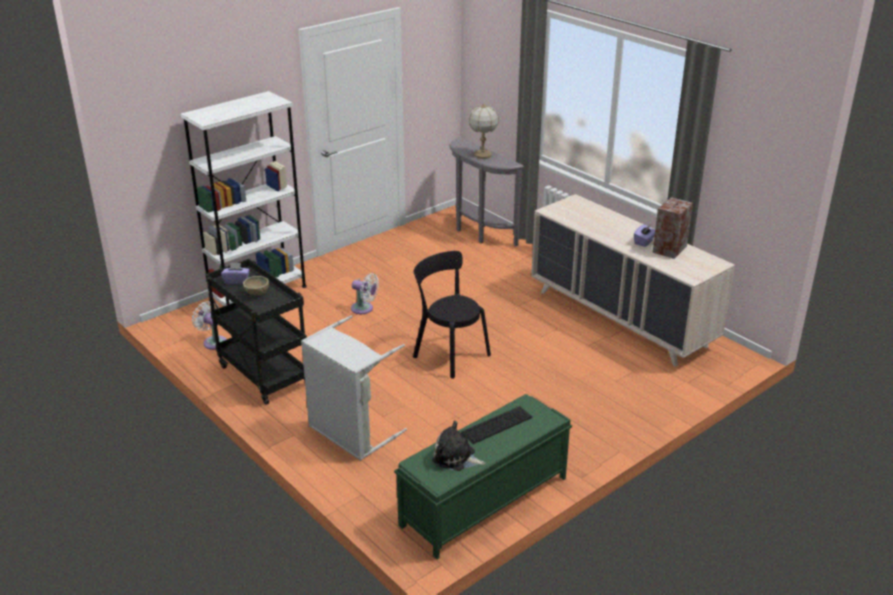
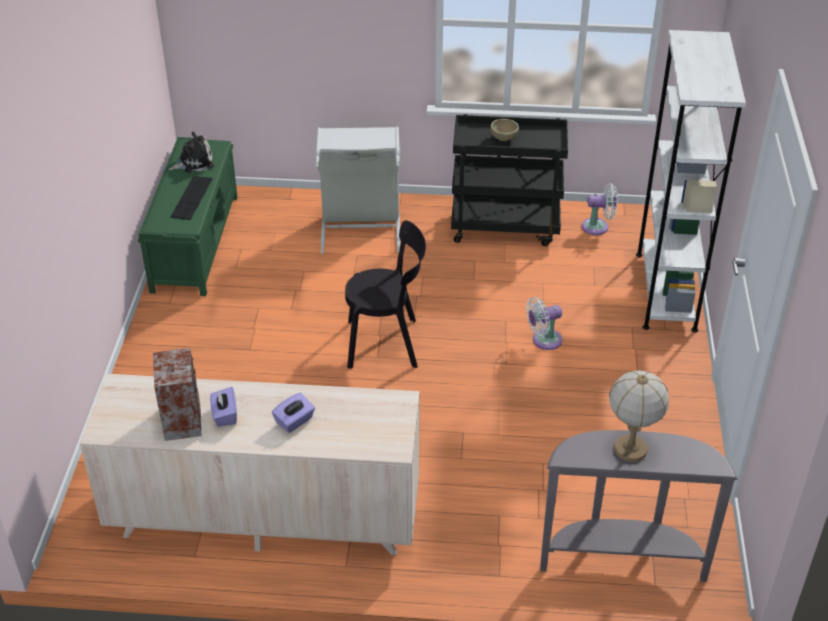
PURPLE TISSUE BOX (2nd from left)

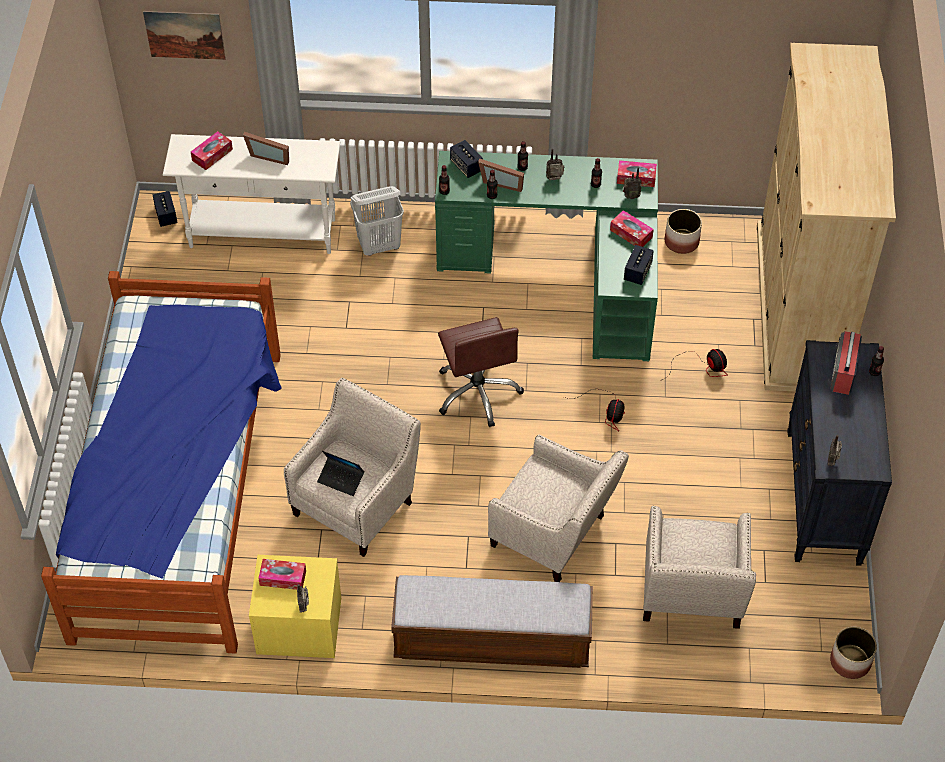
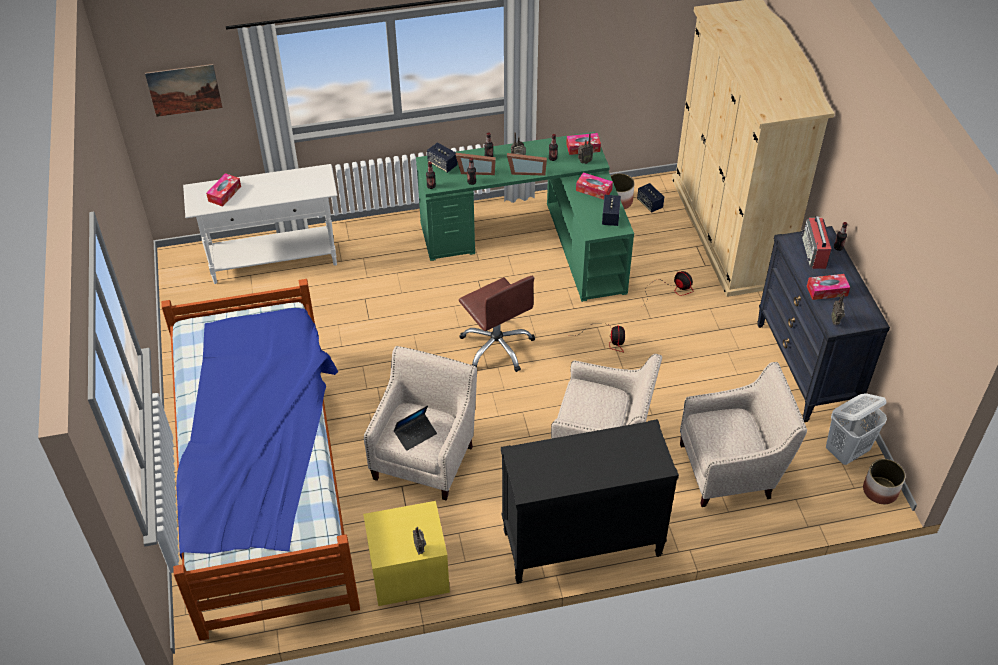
SPEAKER (3rd from left); PICTURE FRAME (2nd from left); TISSUE BOX (4th from left); WHITE LAUNDRY BASKET; BLACK DRESSER (1st from left); LAPTOP; BEIGE ARMCHAIR (3rd from left)

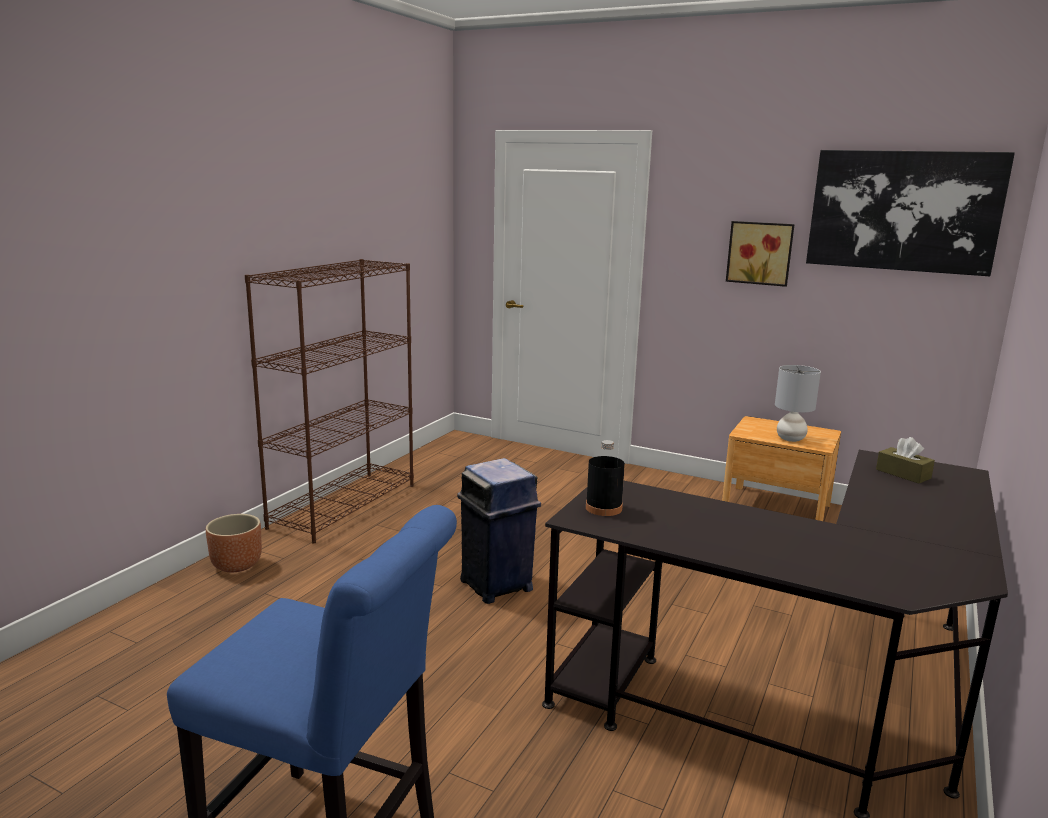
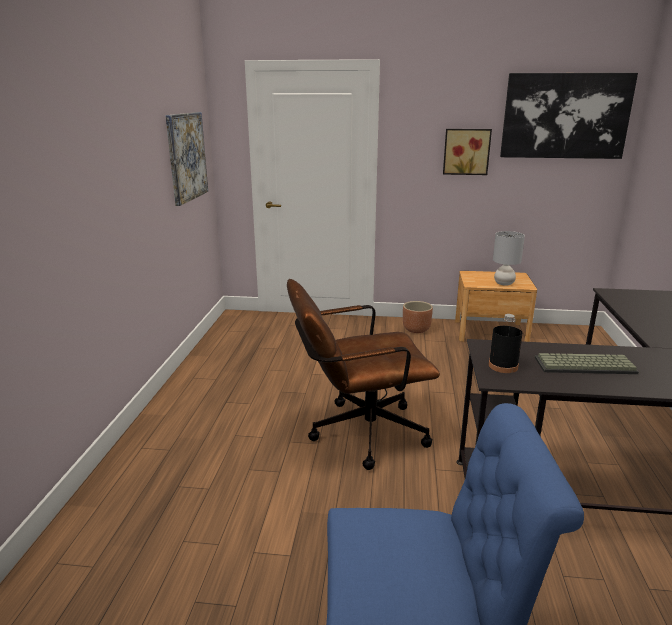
BROWN BOOKCASE; BROWN TISSUE BOX; PICTURE (1st from left); KEYBOARD; BROWN PLANTER; BROWN OFFICE CHAIR

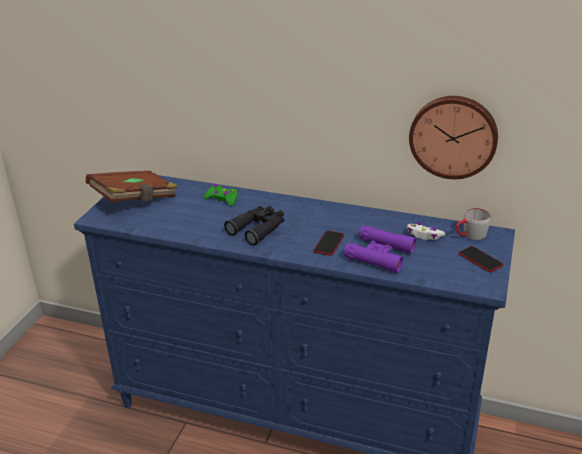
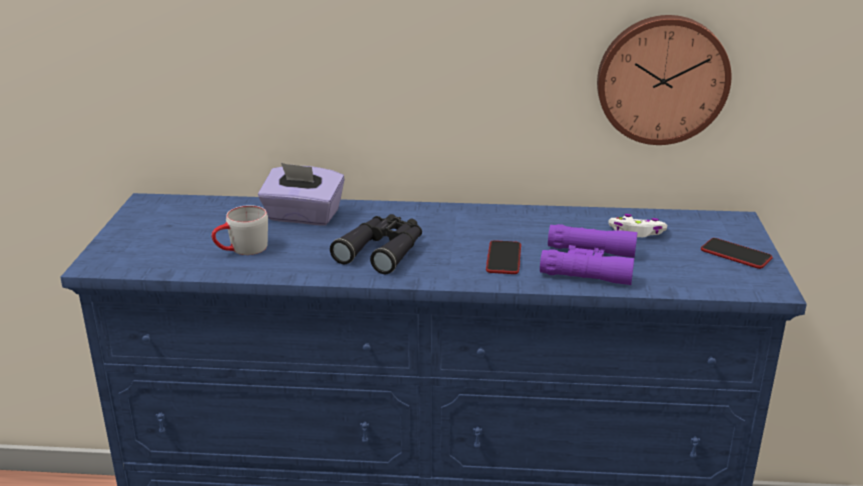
BROWN BOOK; GREY MUG; PURPLE TISSUE BOX

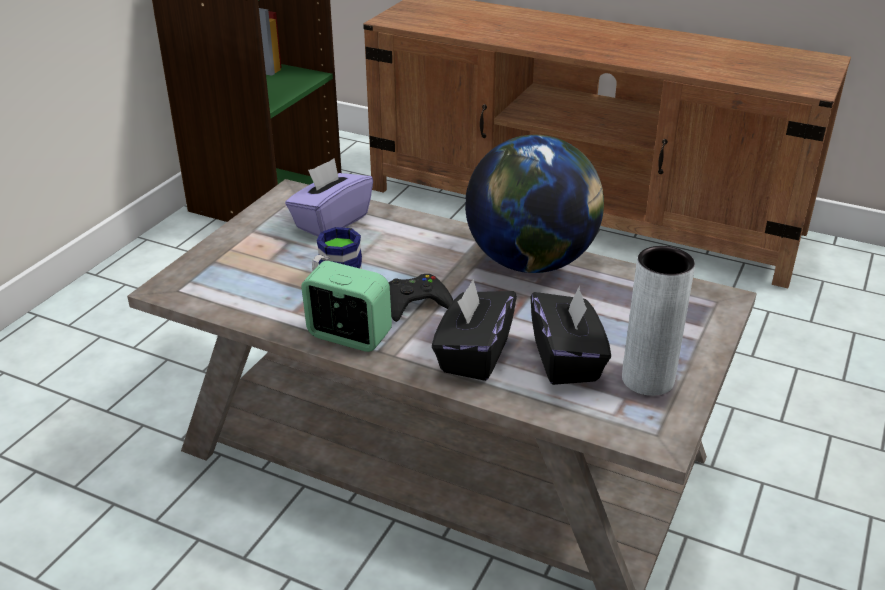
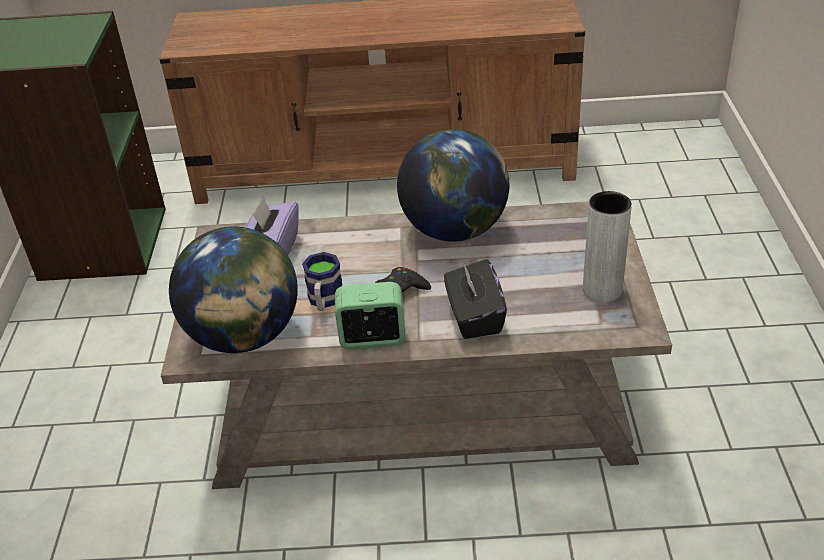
BLACK TISSUE BOX (2nd from left in the first image); GLOBE (1st from left)

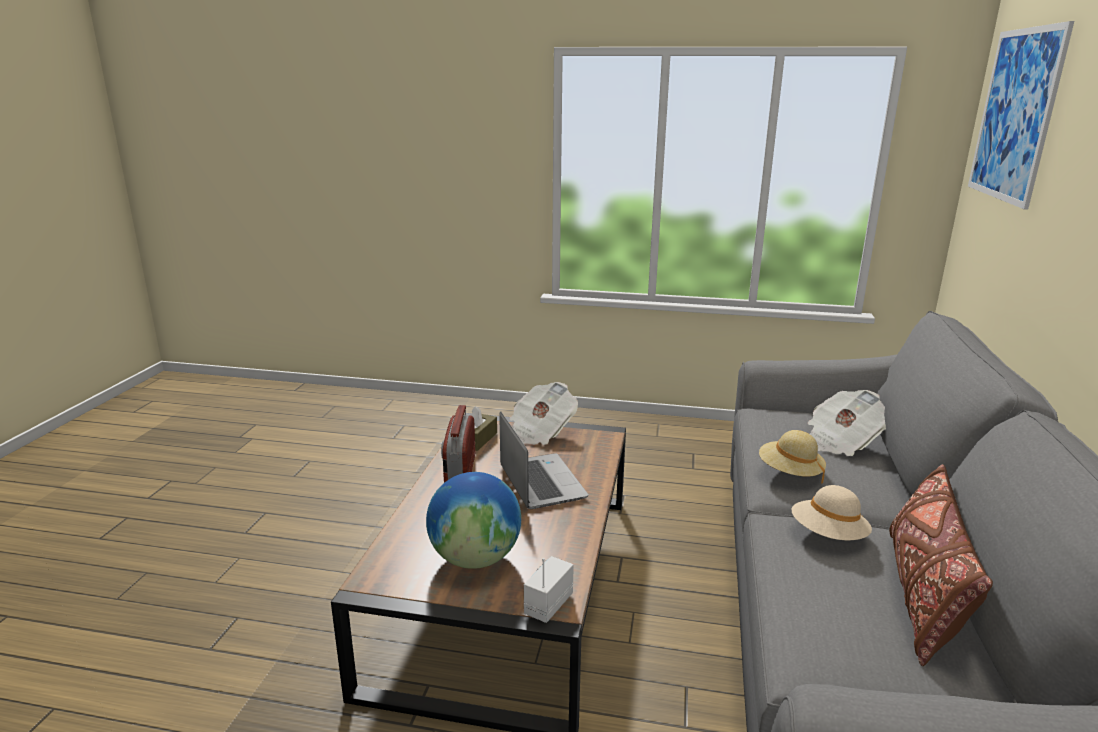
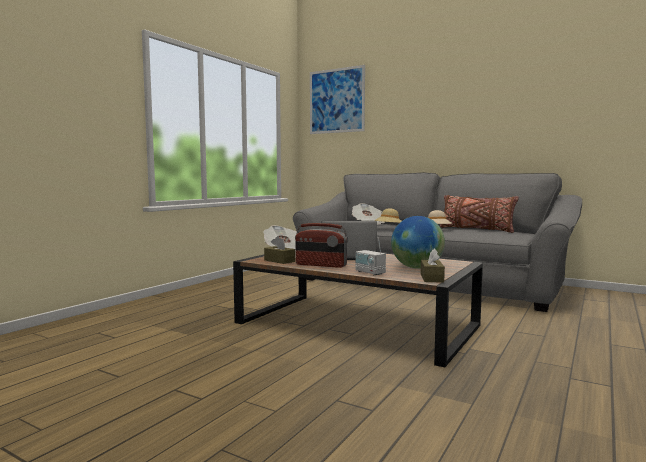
BROWN TISSUE BOX (2nd from left); RADIO (2nd from left)

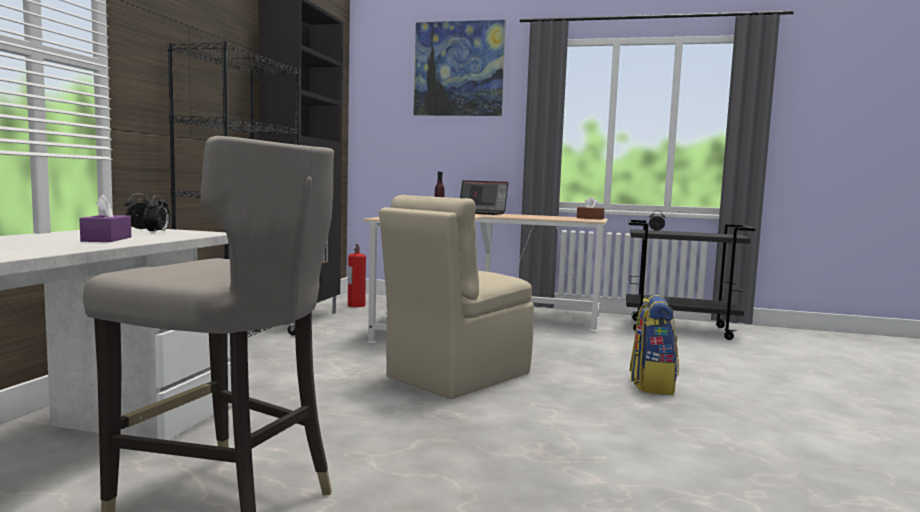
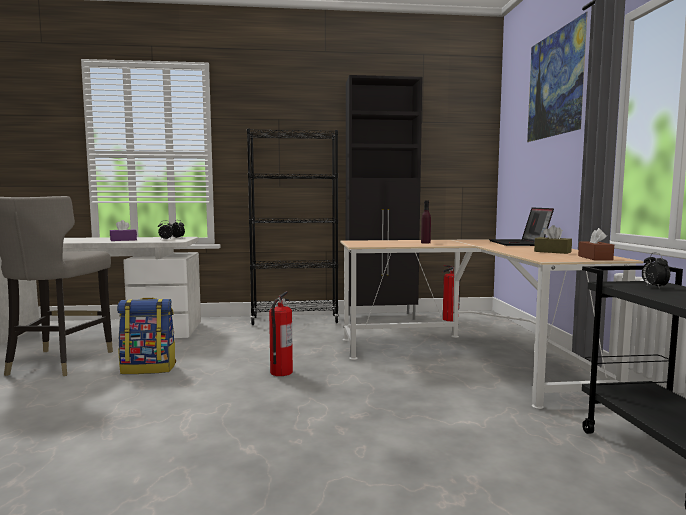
BROWN TISSUE BOX (1st from left); BACKPACK; FIRE EXTINGUISHER (1st from left)

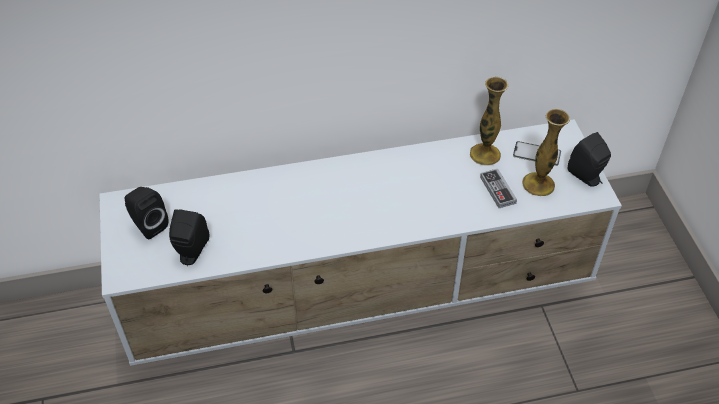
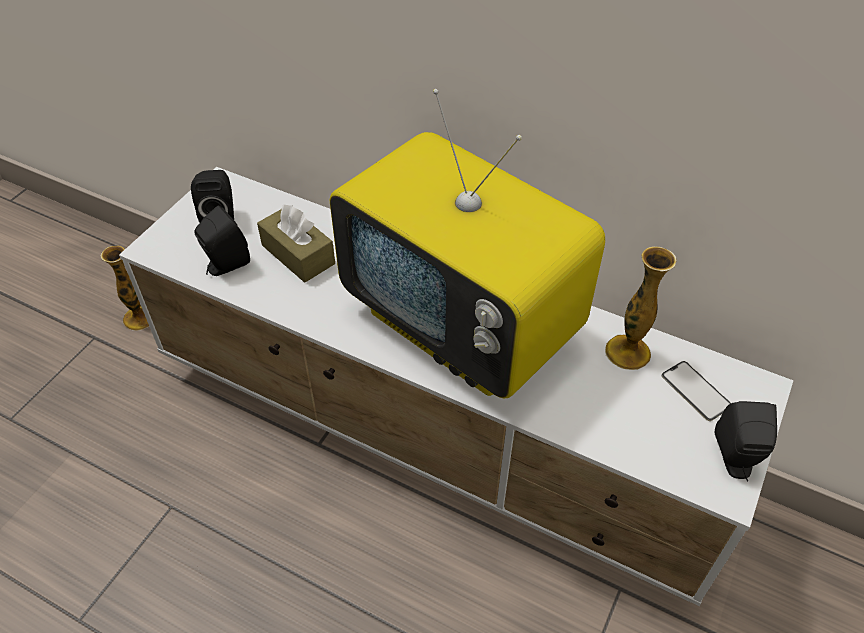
GAME CONTROLLER; BROWN TISSUE BOX; TELEVISION; VASE (1st from left)

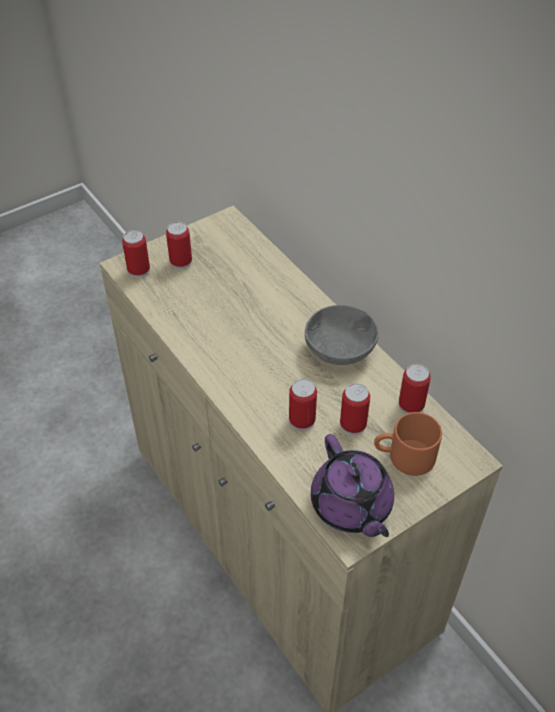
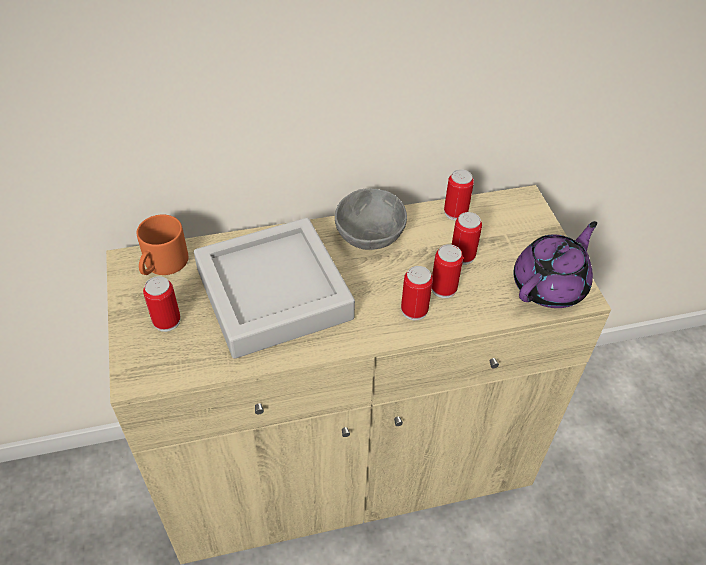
GREY TRAY; CAN (2nd from left); ORANGE MUG; PURPLE TEAPOT

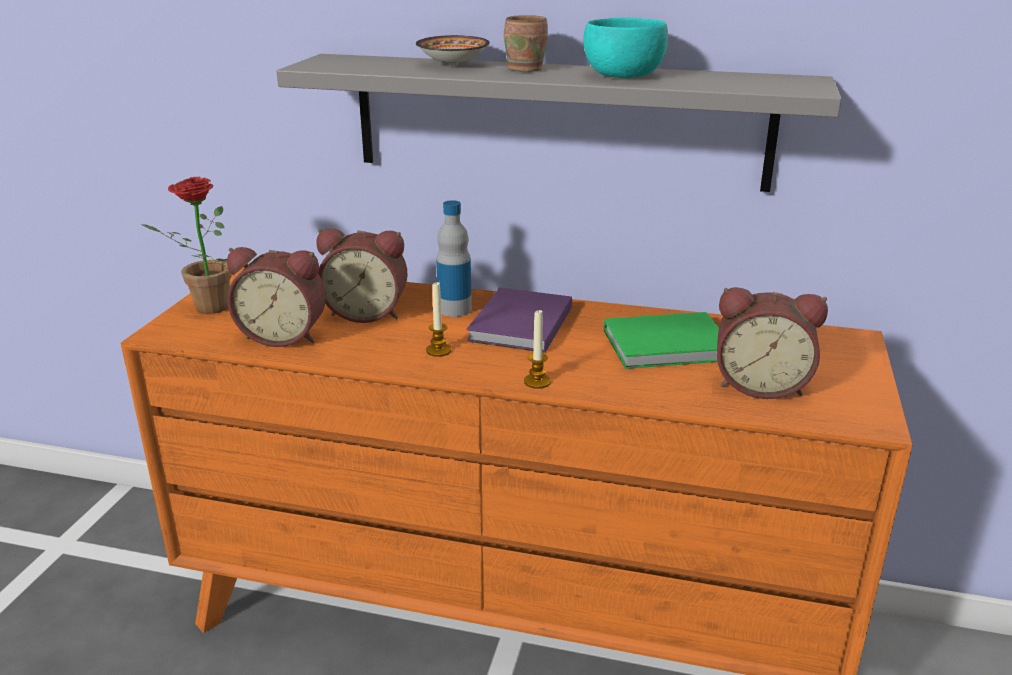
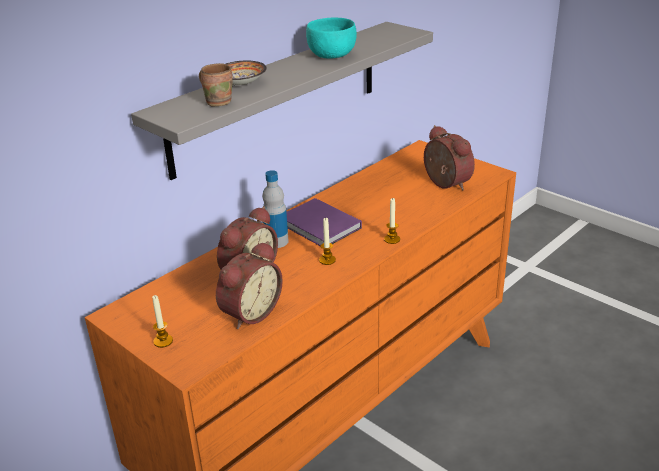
GREEN BOOK; BROWN MUG; CANDLE (1st from left); ALARM CLOCK (3rd from left)

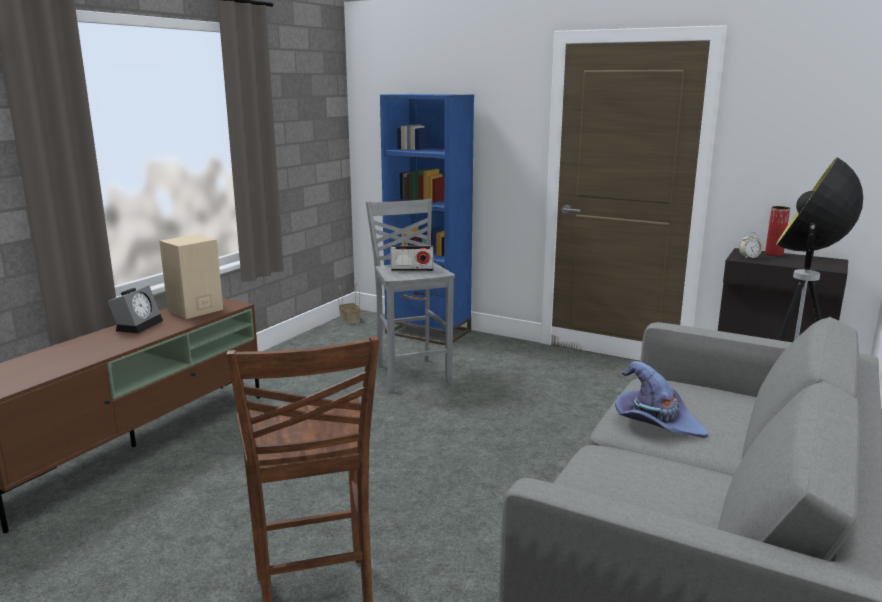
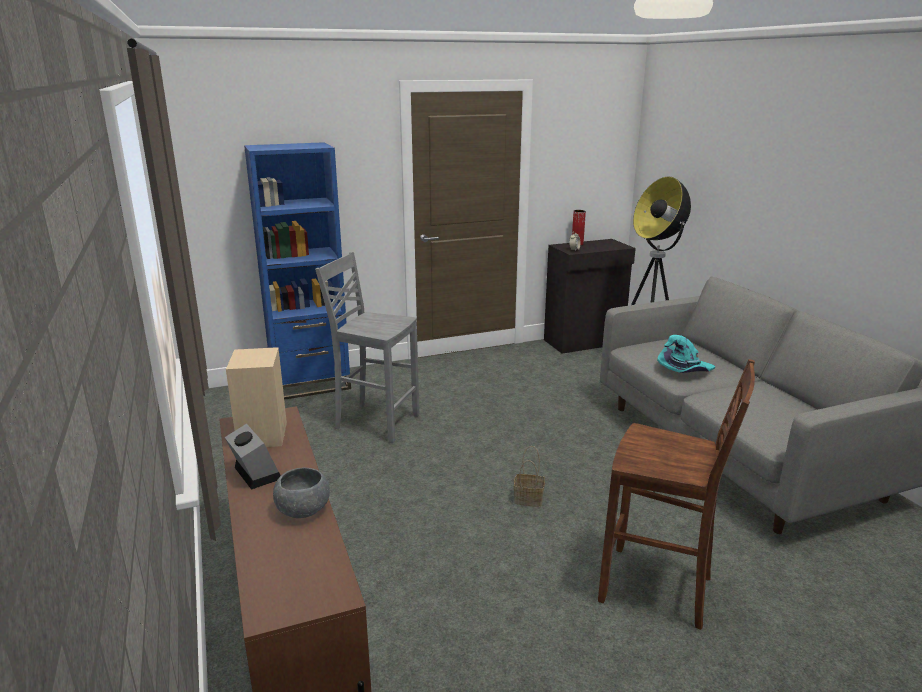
RADIO; GREY BOWL; BASKET; TURQUOISE HAT

